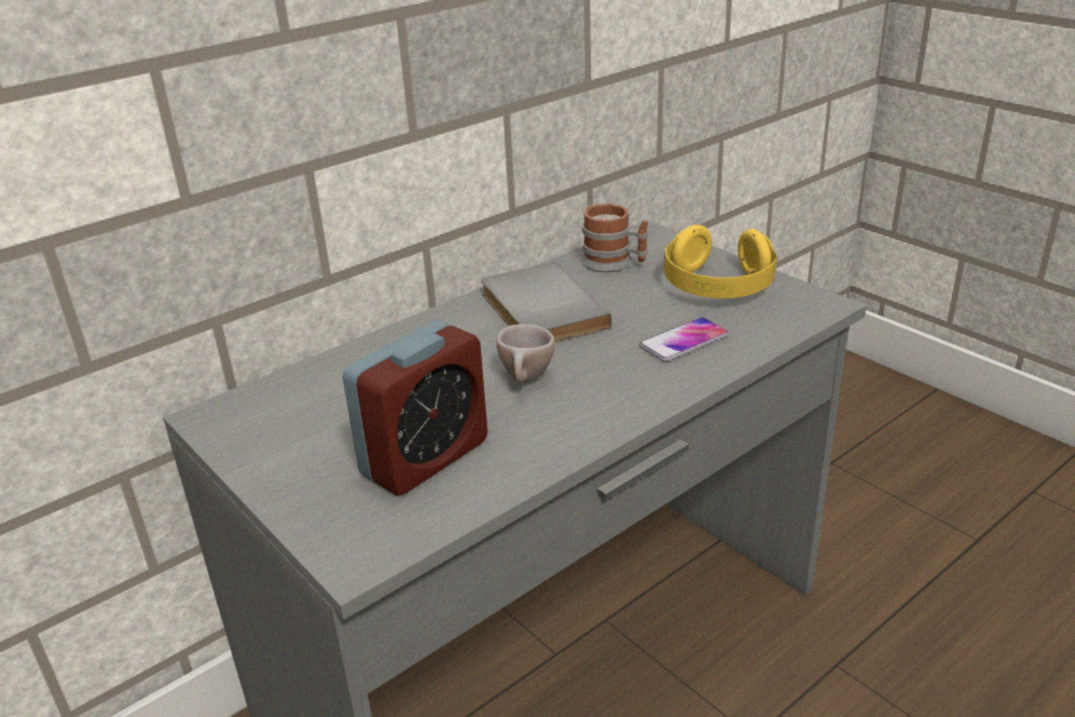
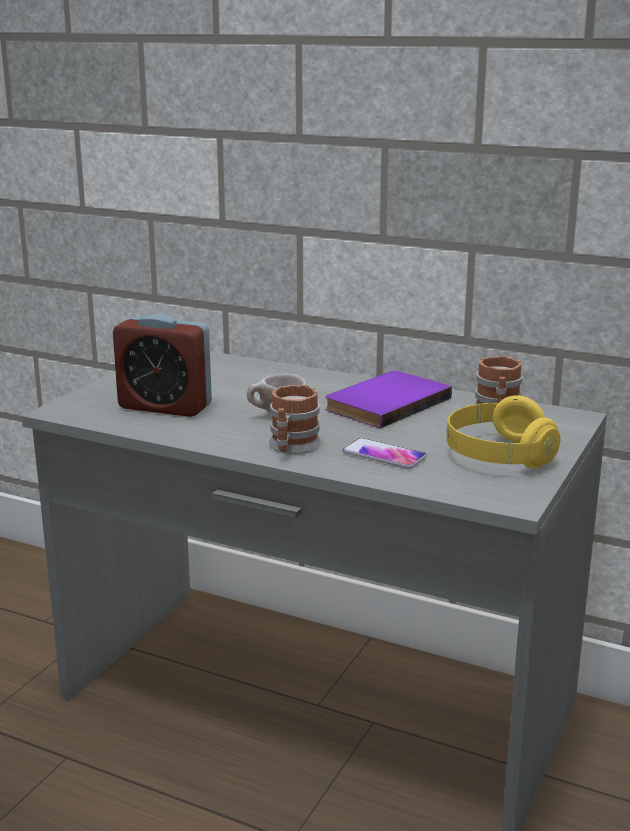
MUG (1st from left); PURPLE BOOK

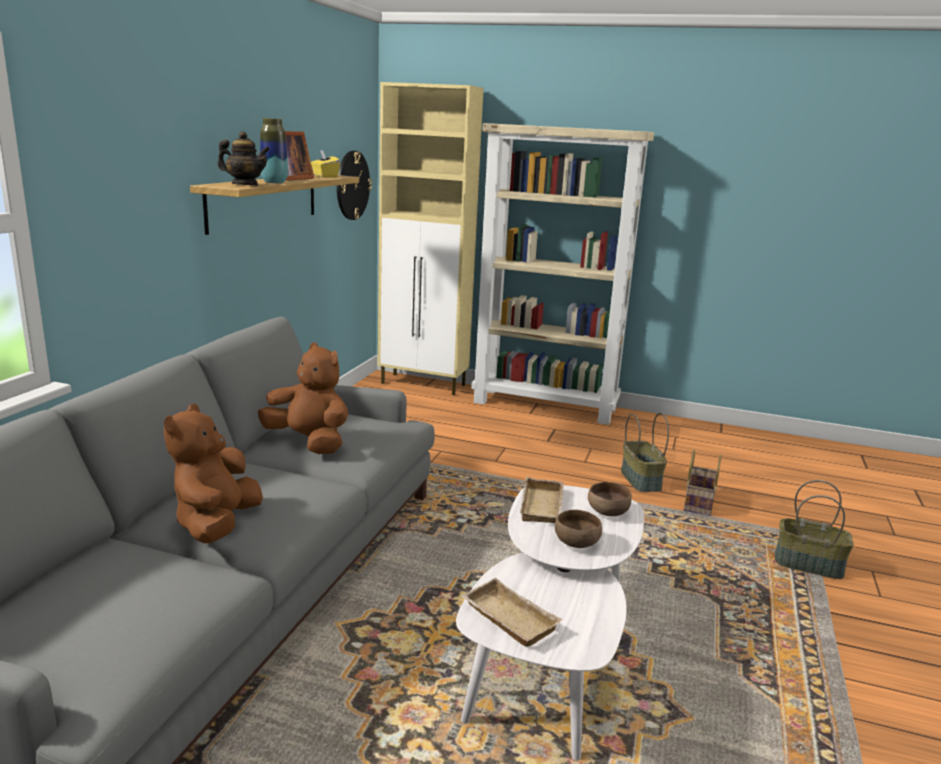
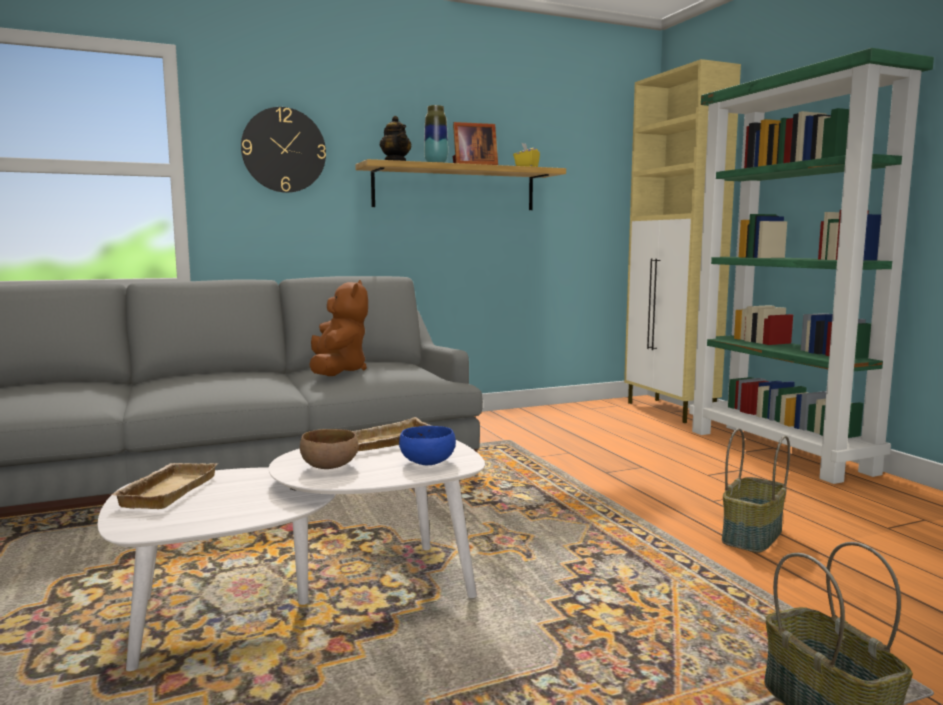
BROWN PLUSH TOY (1st from left in the first image); BASKET (2nd from left in the first image); WALL CLOCK; GREEN BOOKCASE; BLUE BOWL

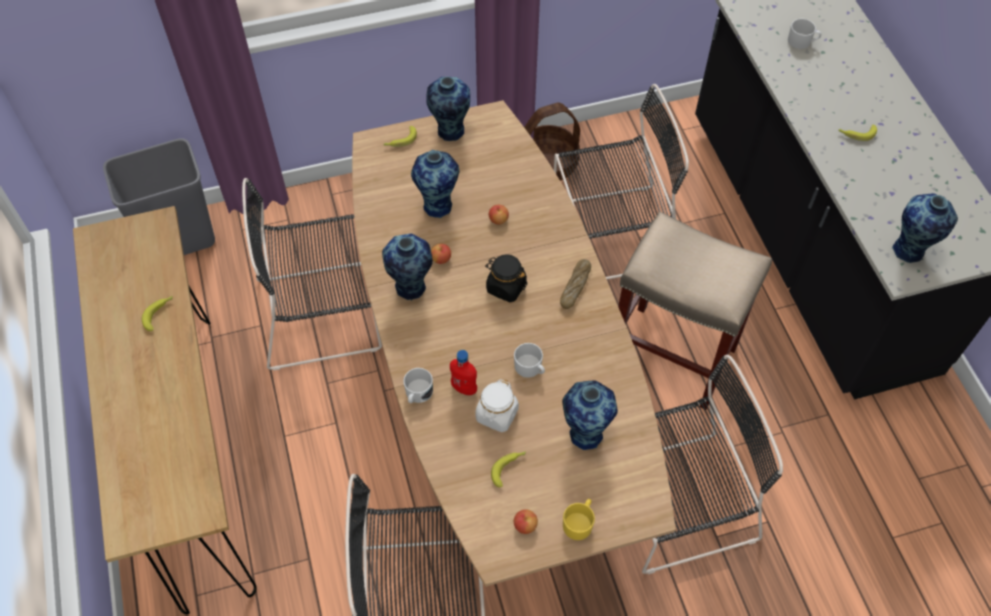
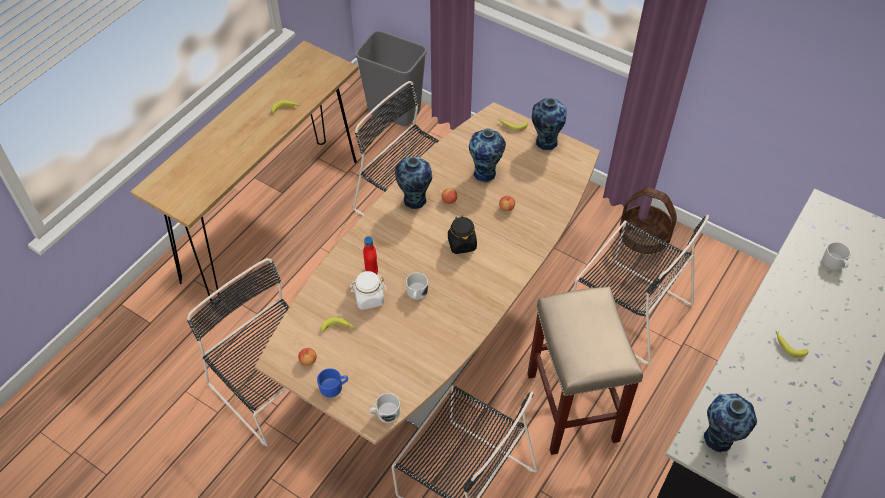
BREAD; VASE (4th from left in the first image); WHITE MUG (1st from left); BLUE MUG

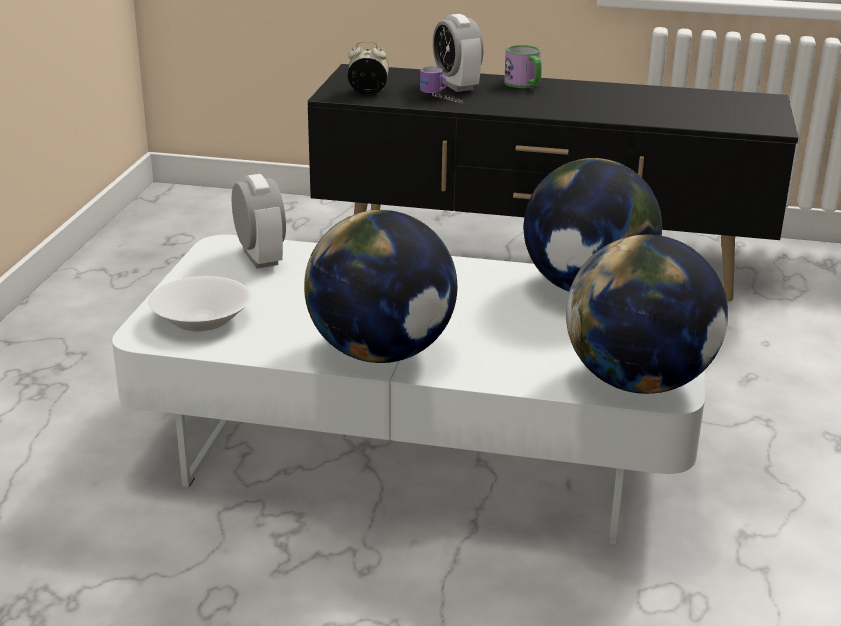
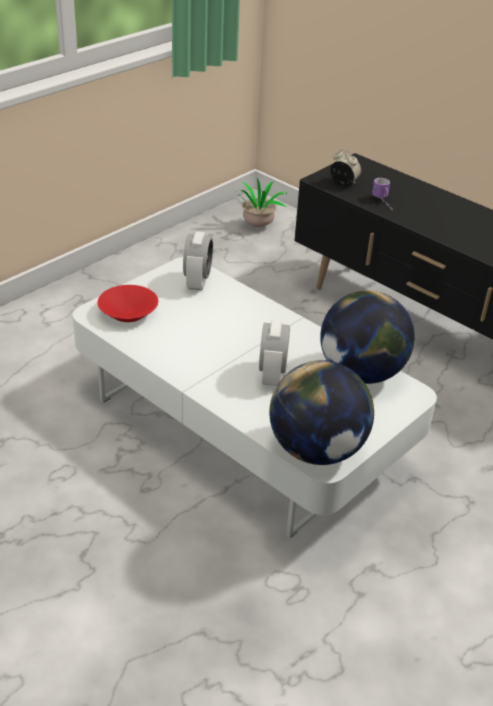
GLOBE (1st from left in the first image); MUG (2nd from left in the first image); POTTED PLANT; ALARM CLOCK (2nd from left); RED BOWL

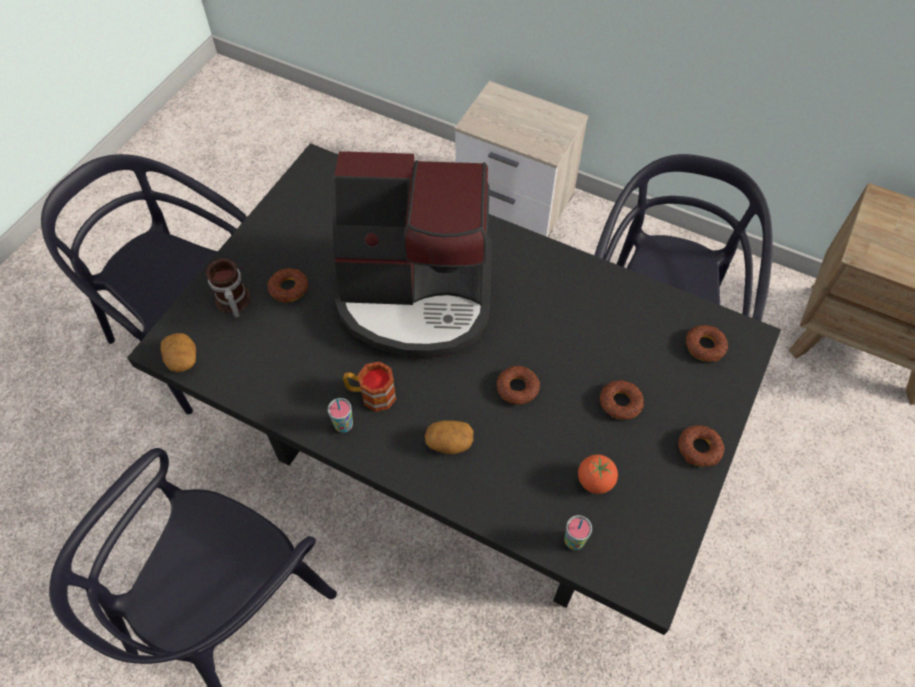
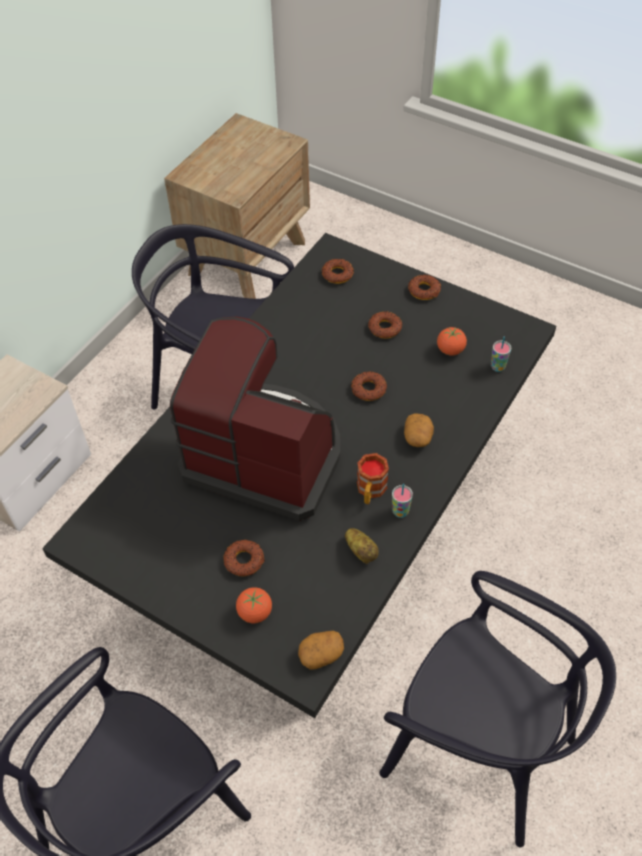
POTATO (2nd from left); TOMATO (1st from left); COFFEE MACHINE

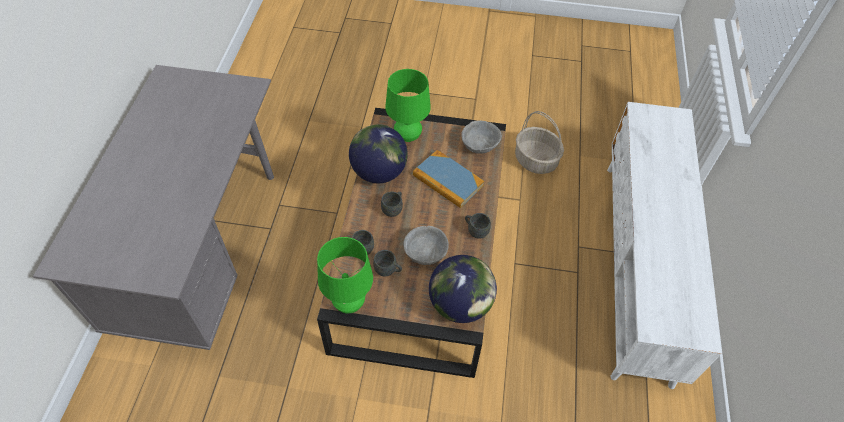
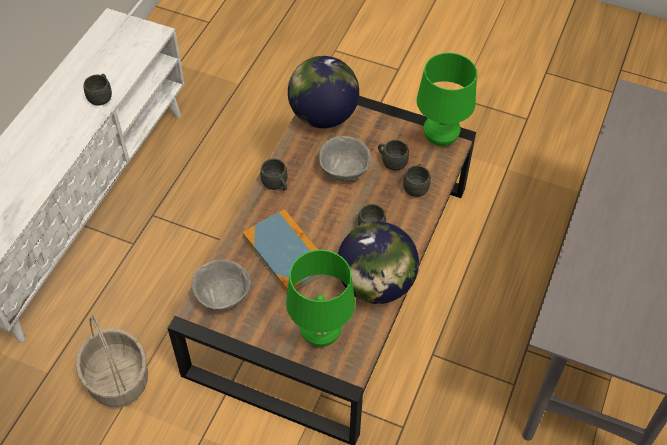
GREY MUG (1st from left)

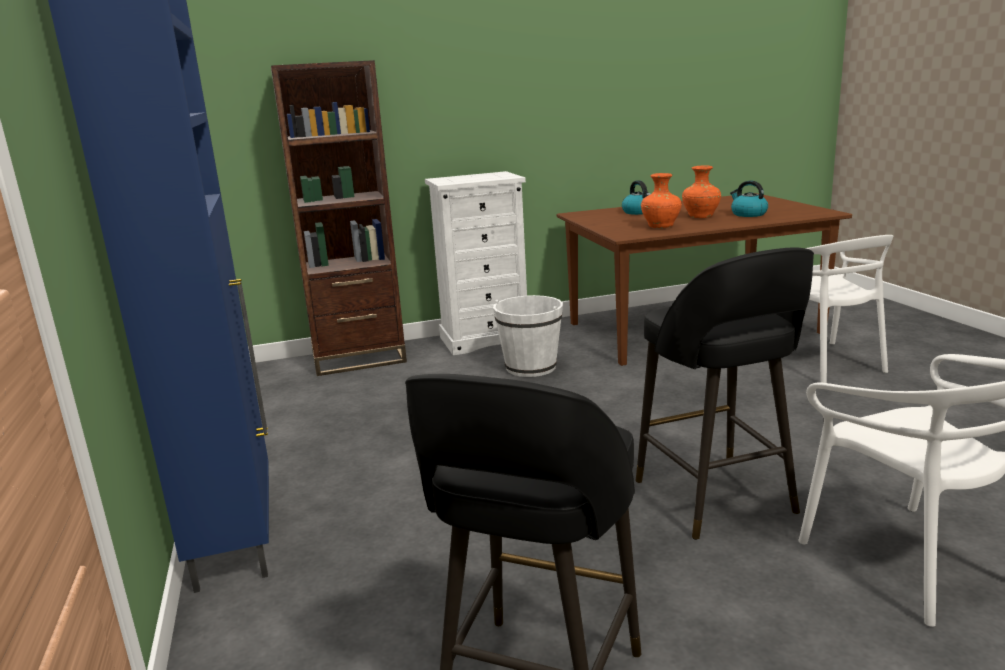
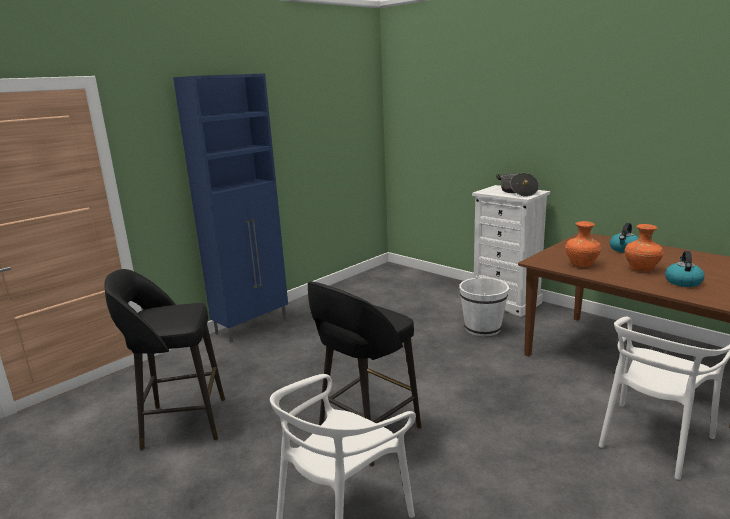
BROWN BOOKCASE; COOKING POT

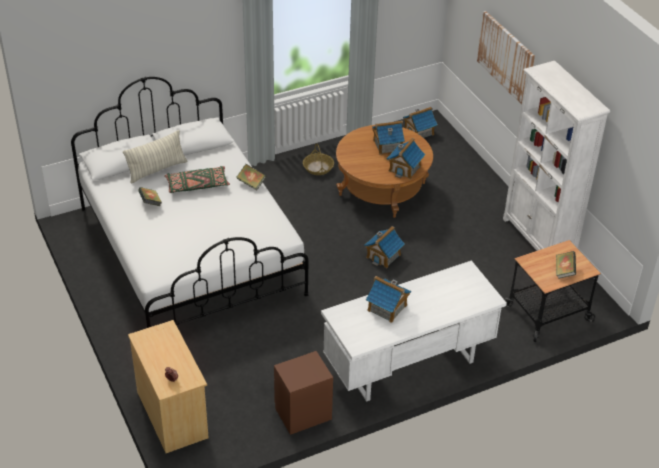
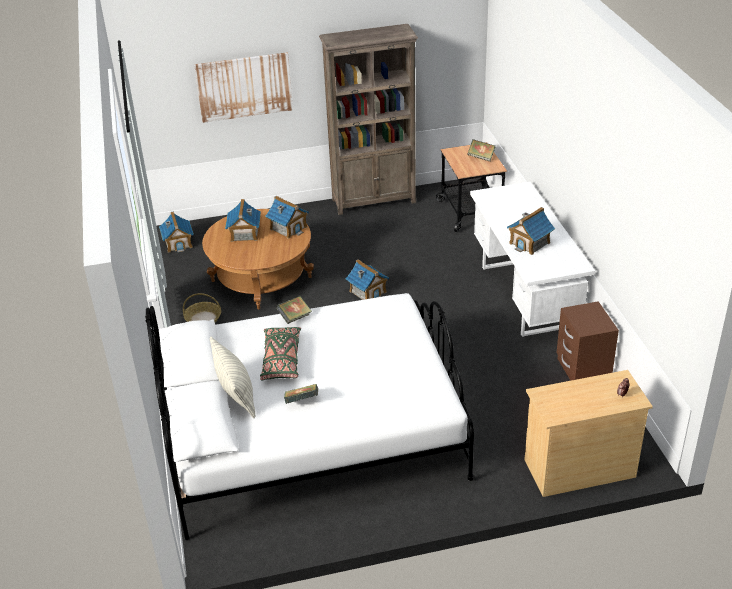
BROWN BOOKCASE

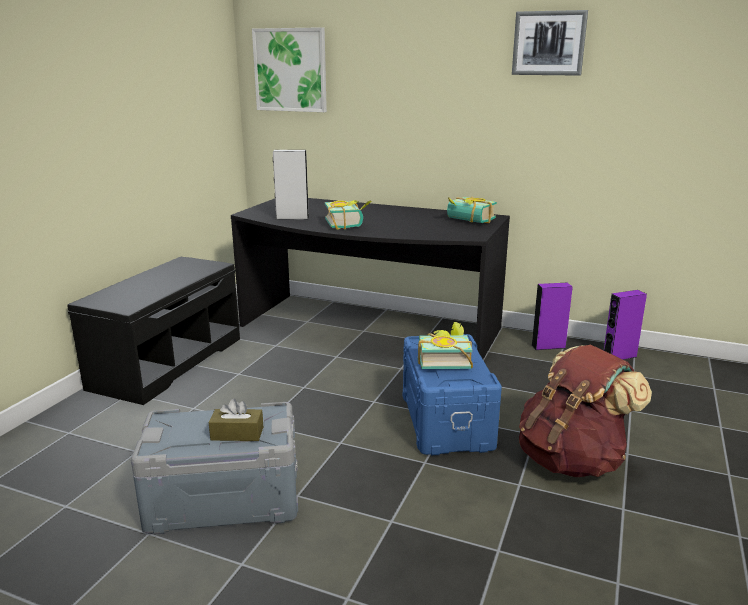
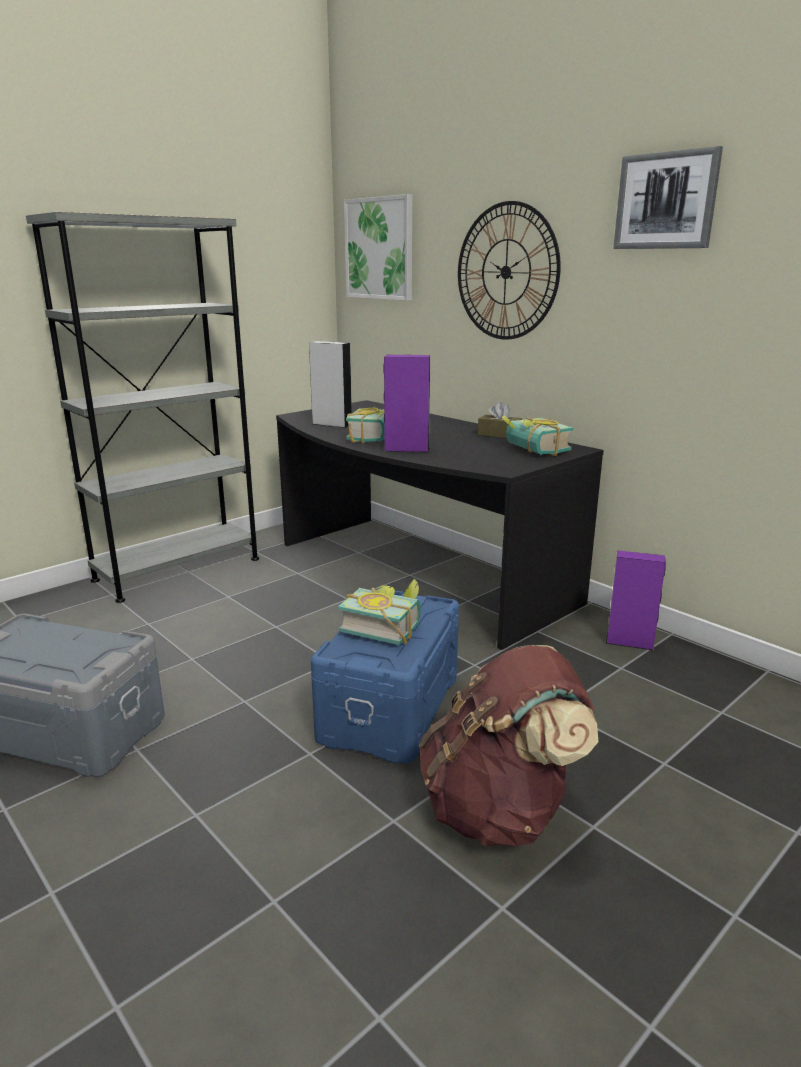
WALL CLOCK; BROWN TISSUE BOX; PURPLE SPEAKER (1st from left); GREY BOOKCASE

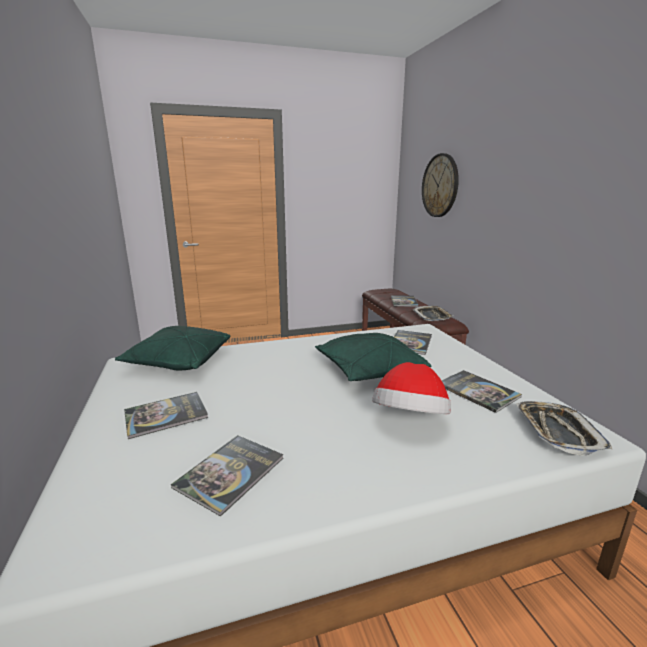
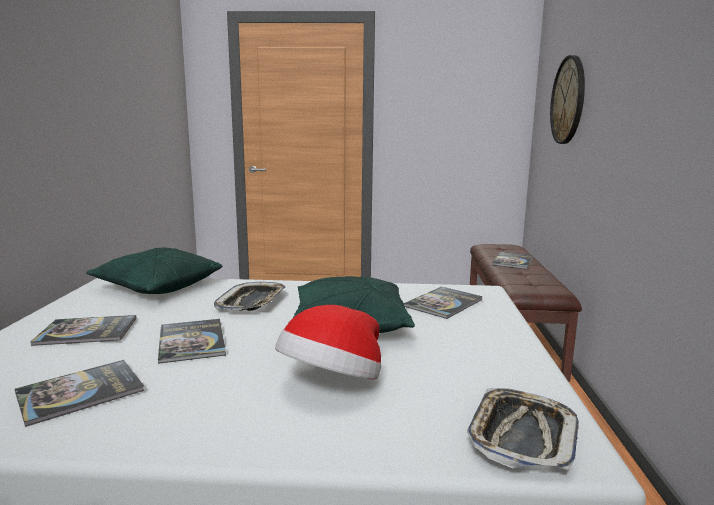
TRAY (1st from left); BOOK (3rd from left)

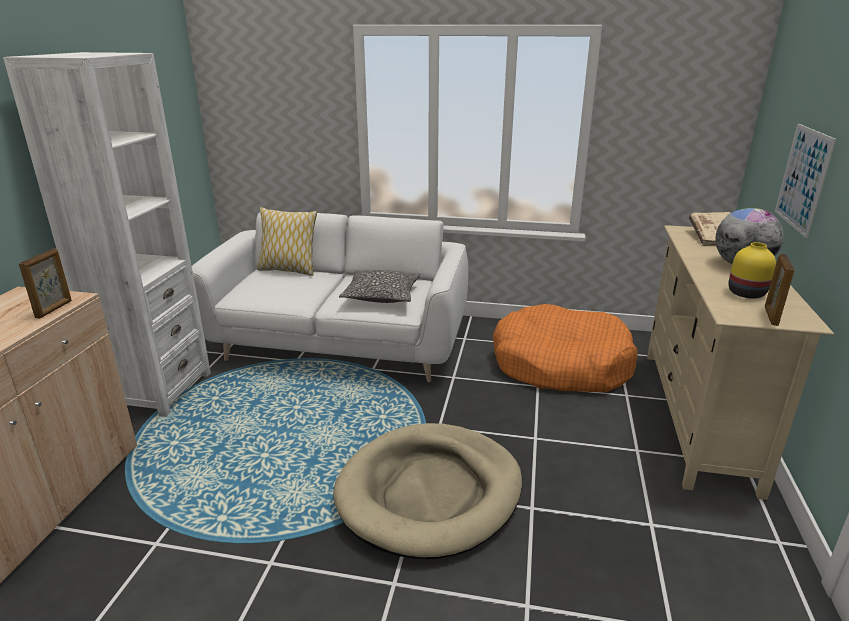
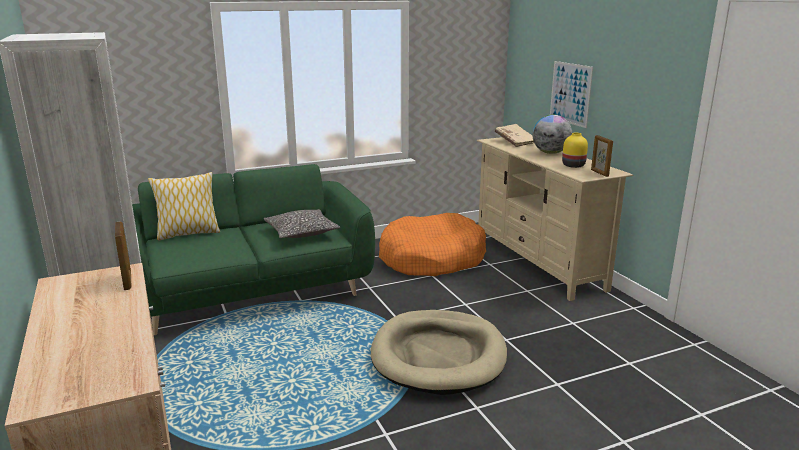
GREEN SOFA

